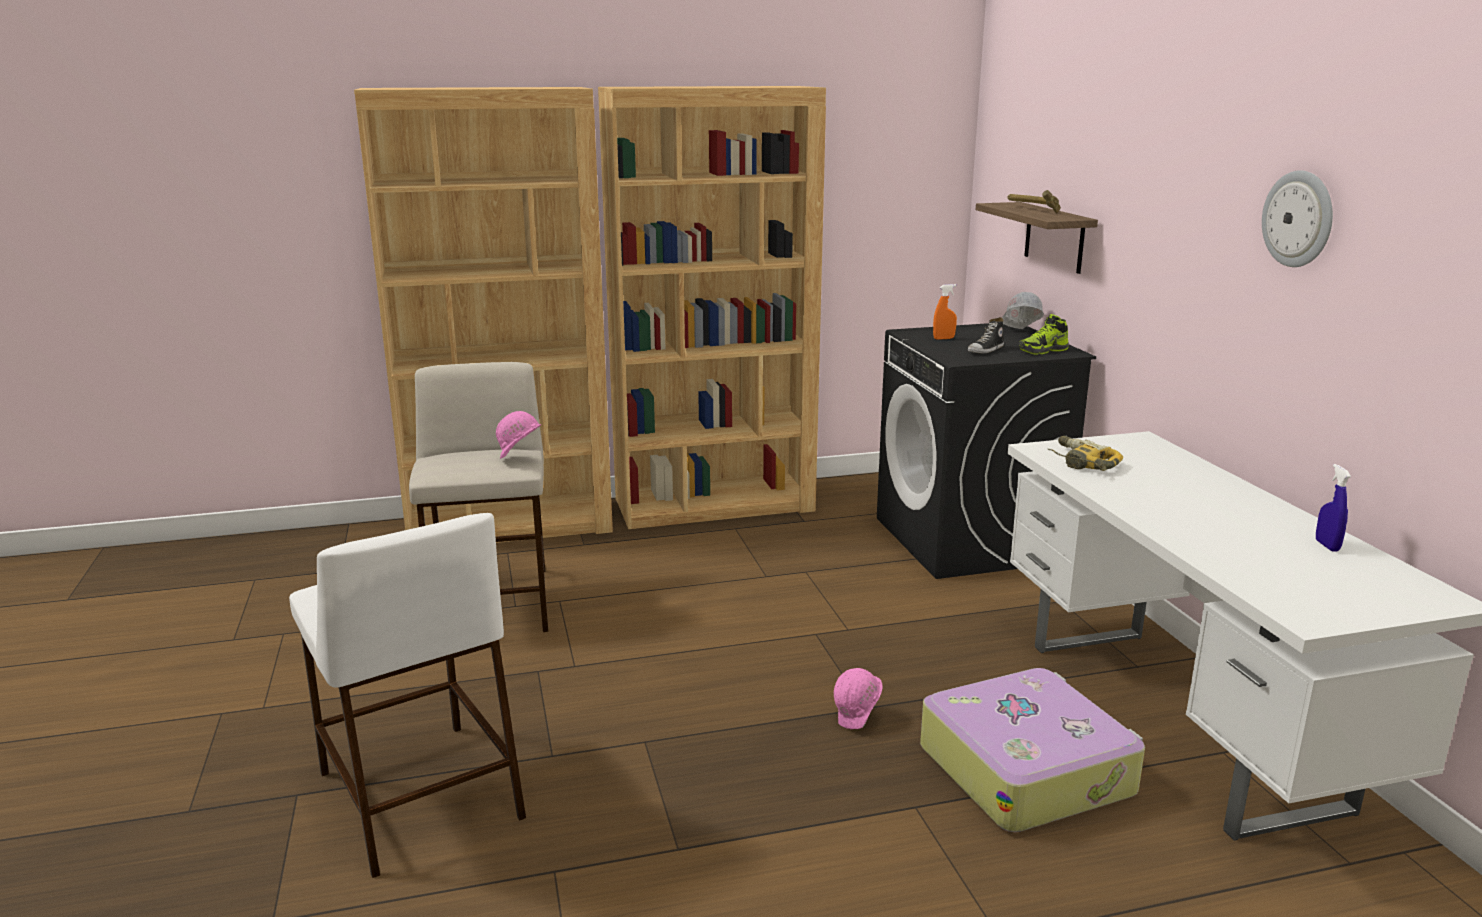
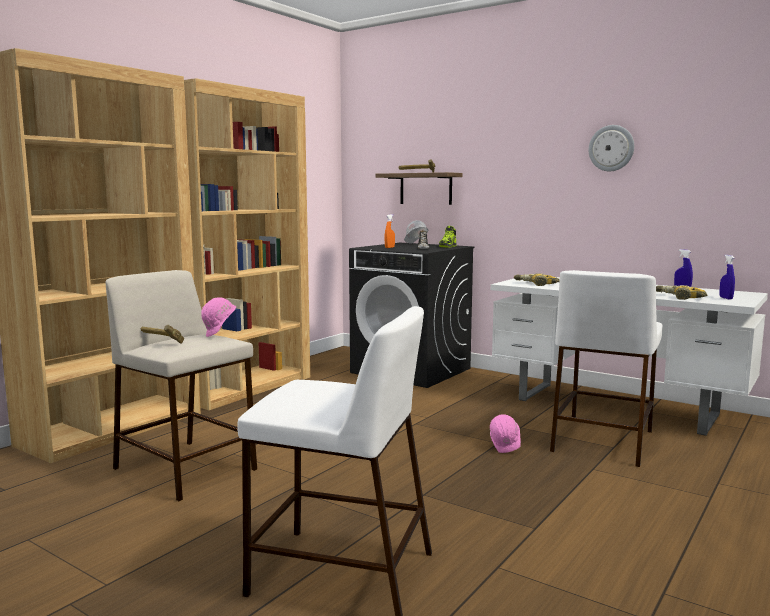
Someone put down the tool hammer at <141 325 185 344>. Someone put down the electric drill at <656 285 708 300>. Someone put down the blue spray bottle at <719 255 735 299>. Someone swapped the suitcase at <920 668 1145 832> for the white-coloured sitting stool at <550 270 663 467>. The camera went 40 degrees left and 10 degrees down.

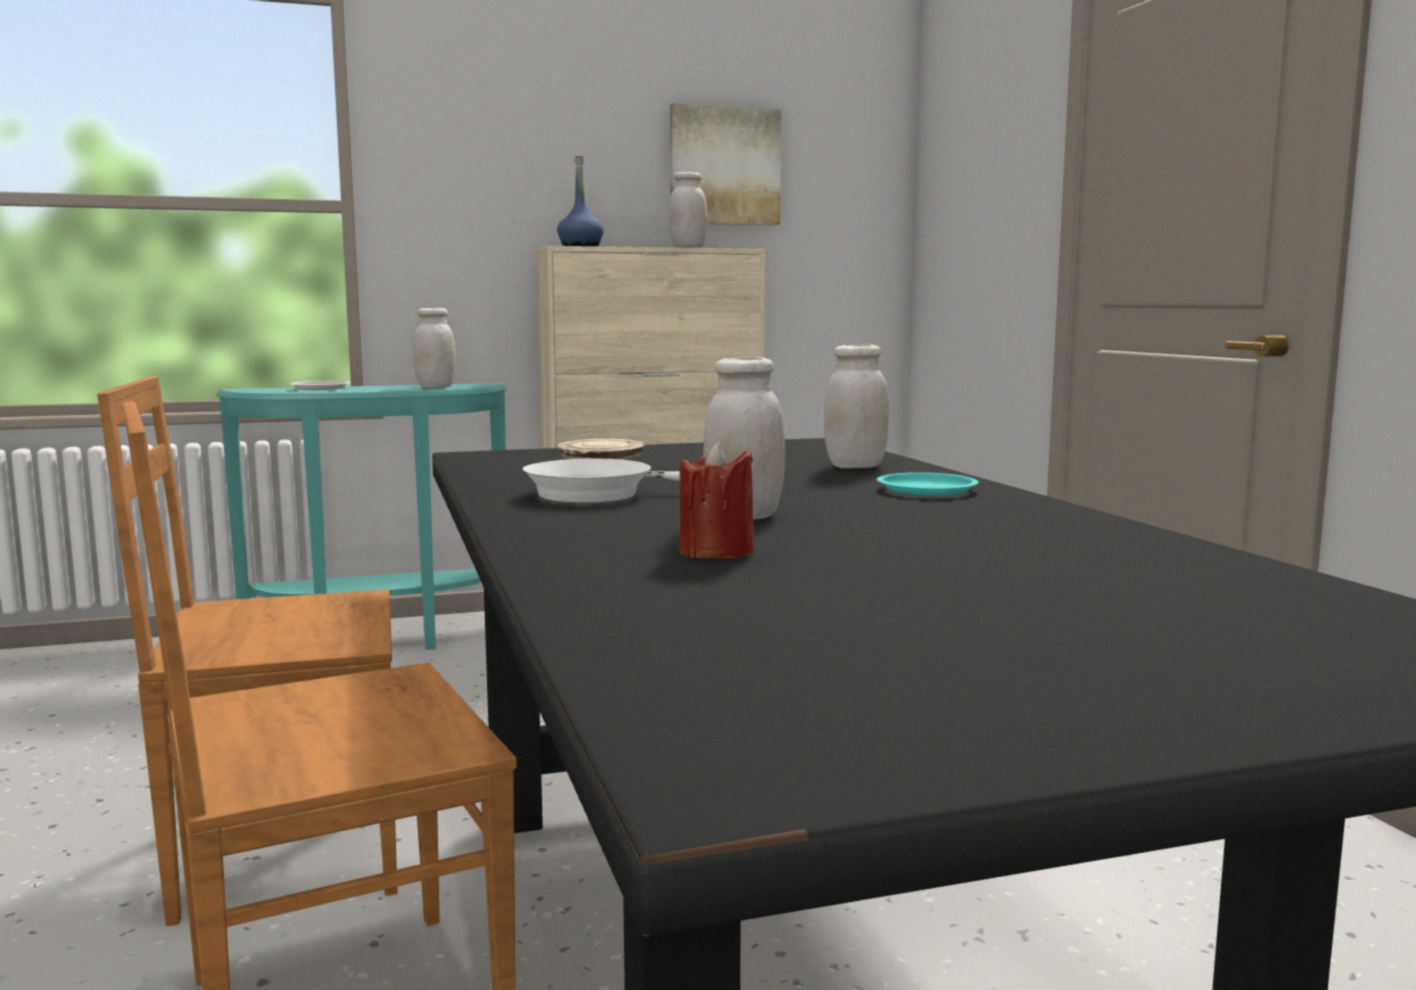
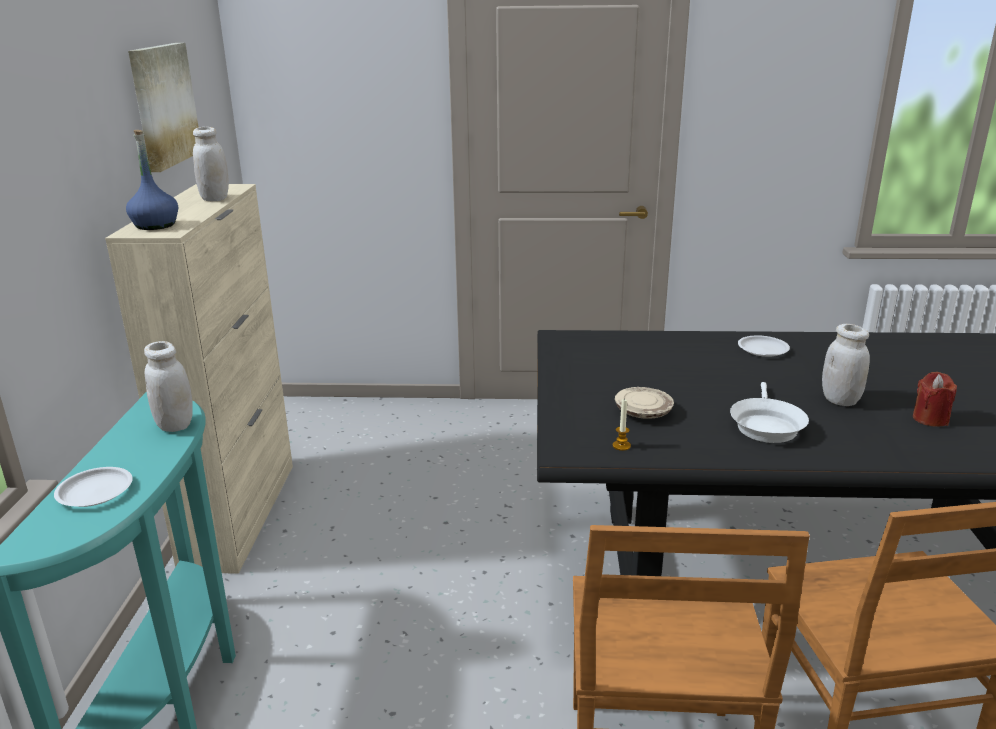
Someone took away the white-coloured storage jar at <824 344 889 468>. Someone put down the wax candle at <613 398 631 451>. Someone repainted the turquoise-coloured flat dish at <877 472 979 496>, which became the white-coloured flat dish at <738 336 790 357>. The camera went 70 degrees left and 15 degrees up.

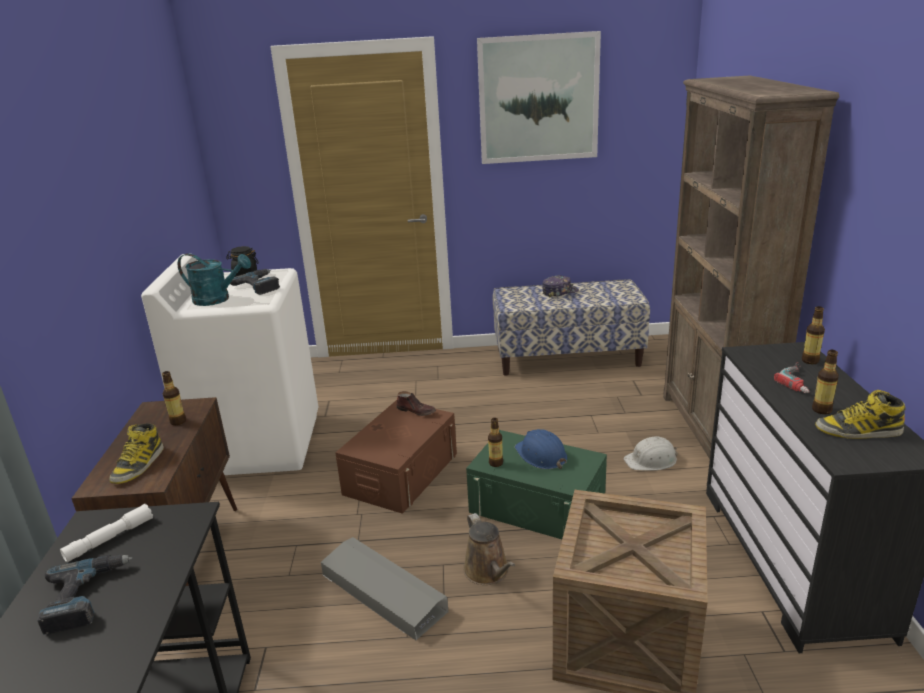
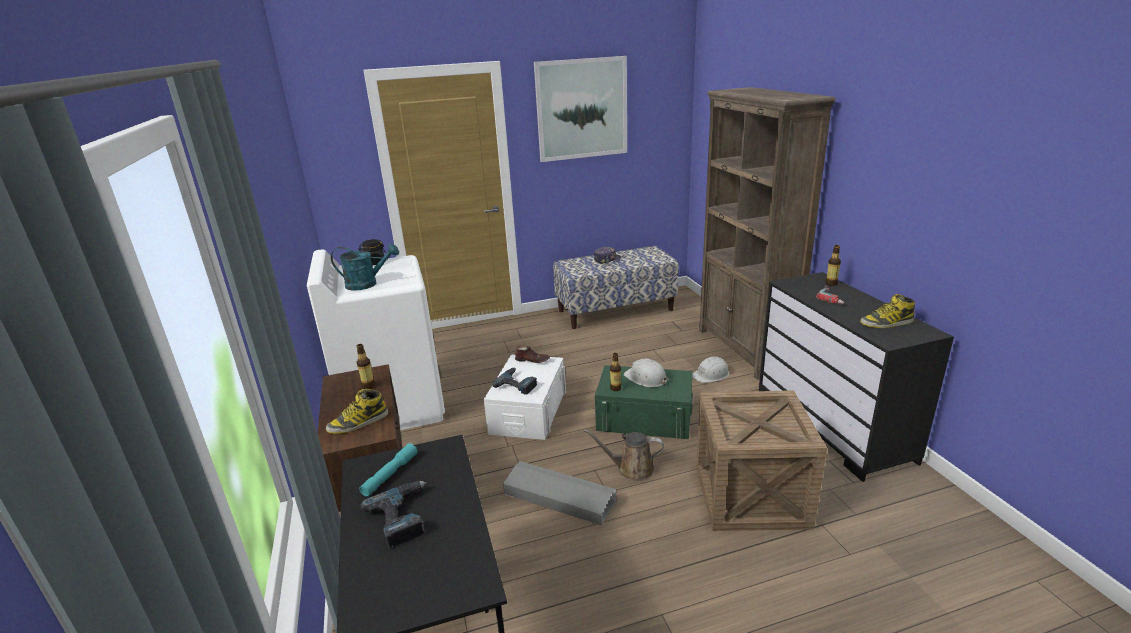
Someone took away the drink bottle at <812 350 839 414>. Someone carried the electric drill from <230 269 280 295> to <492 367 537 395>. Someone repainted the white-coloured flashlight at <60 504 153 562>, which became the turquoise-coloured flashlight at <359 443 418 496>. Someone repainted the brown storage container at <335 400 457 514>, which became the white-coloured storage container at <484 354 566 440>. Someone repainted the blue work helmet at <515 429 567 469>, which became the white-coloured work helmet at <624 359 669 387>. Someone rotated the high-top boot at <109 423 164 484> by 60 degrees clockwise. Someone rotated the brown watering can at <463 513 515 585> by 135 degrees clockwise. The camera went 15 degrees left and 0 degrees up.

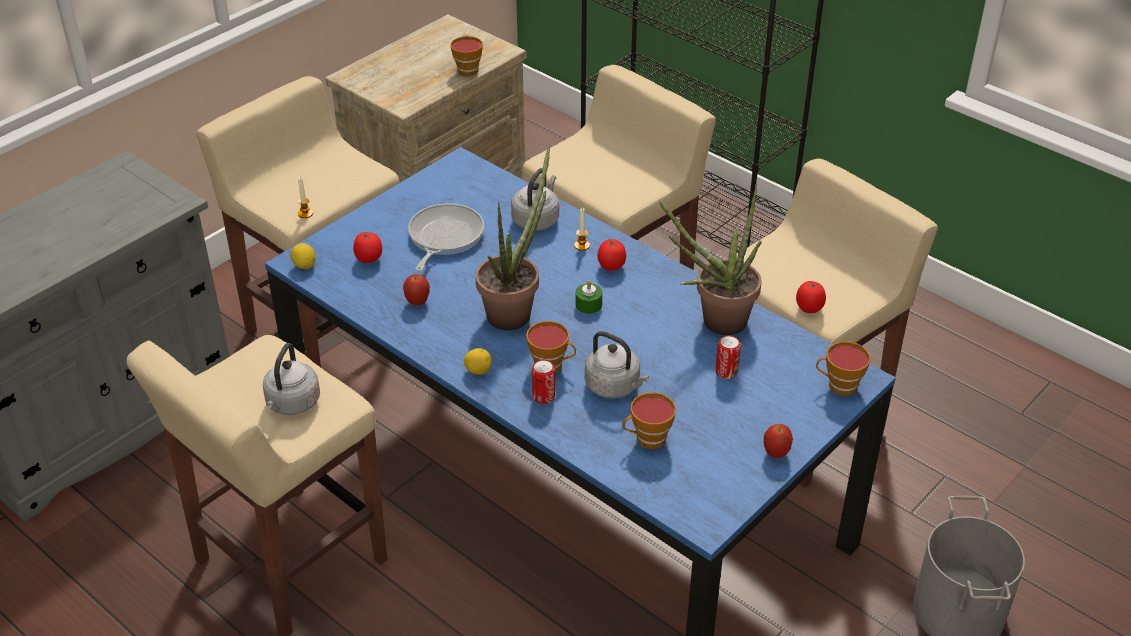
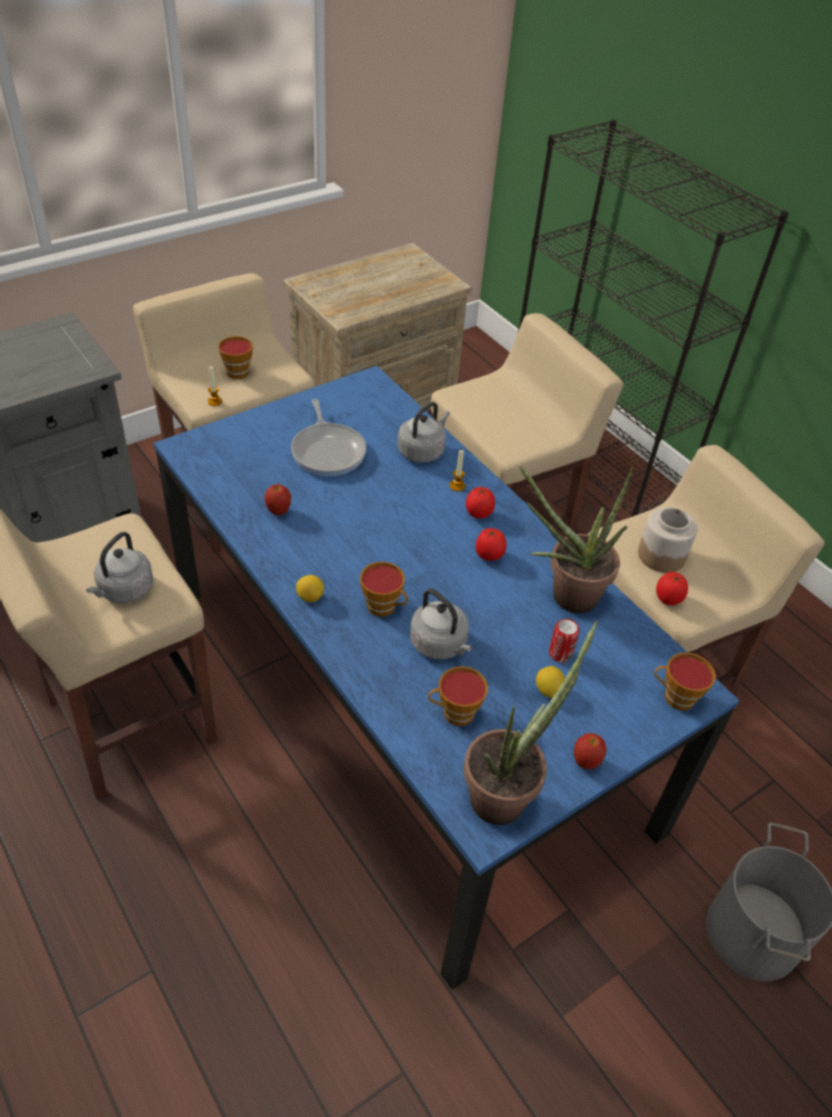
Someone took away the metal can at <532 360 555 404>. Someone took away the green-coloured wax candle at <576 280 602 314>. Someone put down the storage jar at <638 507 697 573>. Someone carried the citrus fruit from <290 243 316 269> to <536 666 565 698>. Someone carried the fresh tomato from <353 232 382 263> to <476 528 506 561>. Someone carried the small cup from <451 36 483 76> to <218 336 253 379>. Someone carried the potted plant from <475 145 550 330> to <464 620 598 825>. Someone rotated the skillet at <408 203 484 271> by 135 degrees clockwise. The camera went 10 degrees right and 5 degrees up.

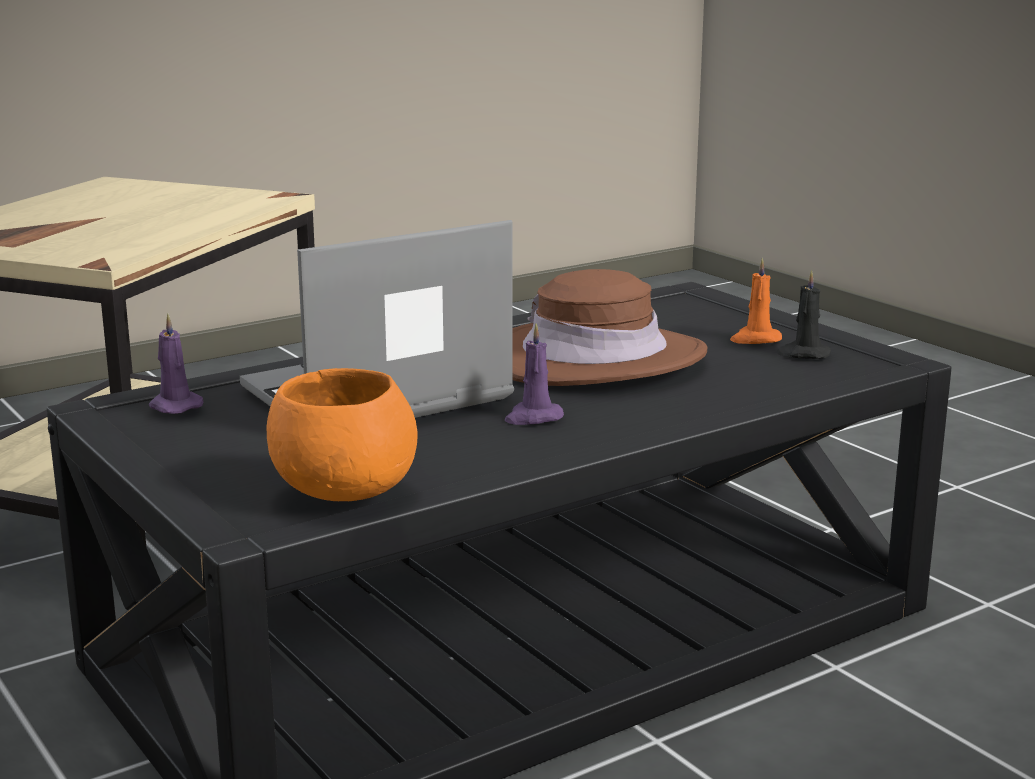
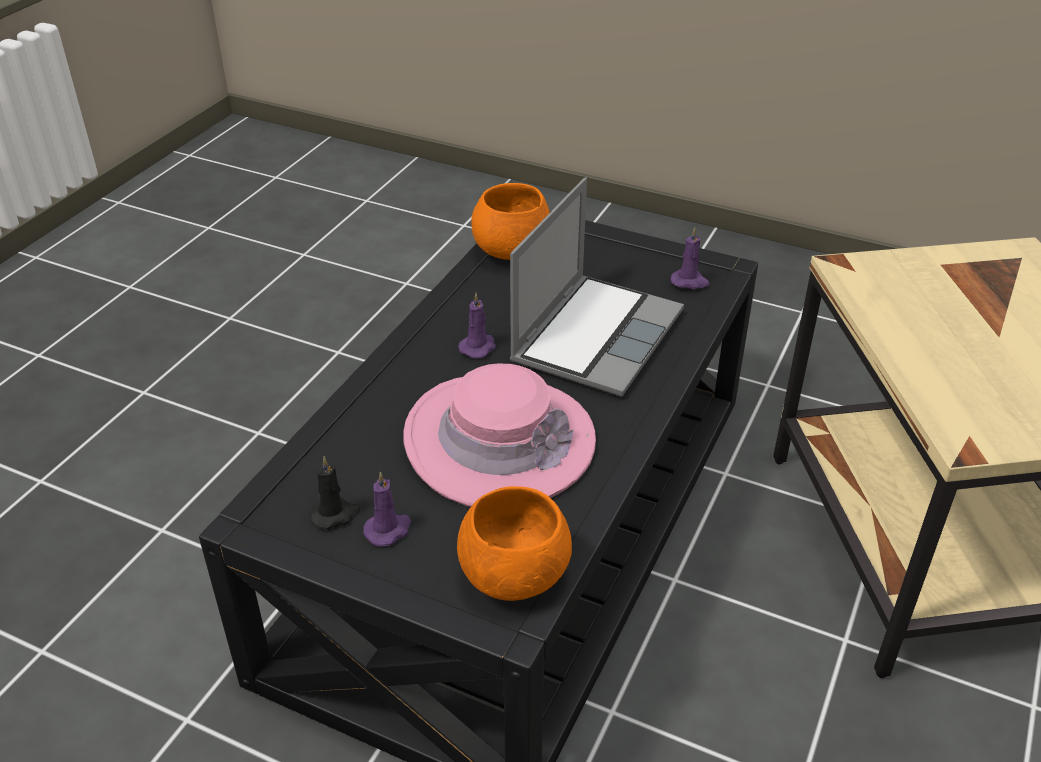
Someone put down the orange-coloured deep dish at <457 486 572 601>. Someone repainted the brown clothing hat at <513 269 707 386>, which became the pinkish clothing hat at <403 363 596 507>. Someone repainted the orange-coloured wax candle at <730 258 782 344>, which became the purple-coloured wax candle at <363 472 411 547>. The camera went 150 degrees right and 20 degrees up.

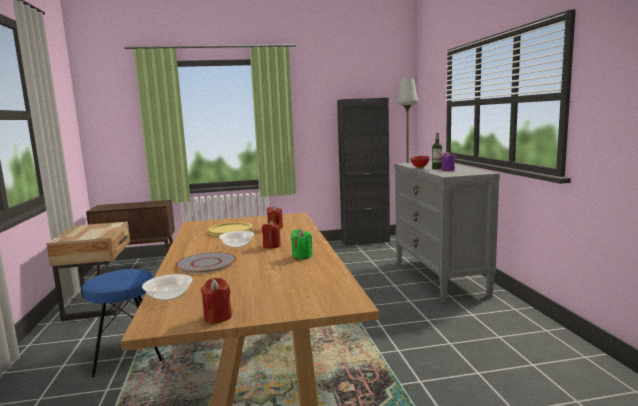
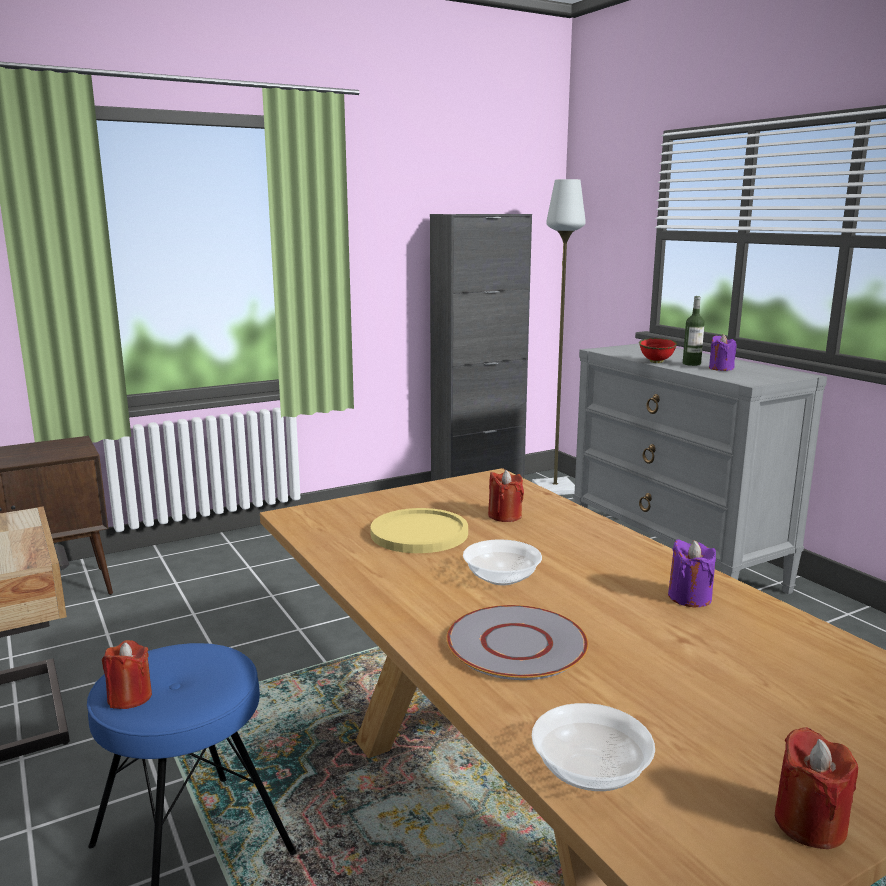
Someone carried the red wax candle from <262 221 281 249> to <102 640 152 709>. Someone repainted the green-coloured wax candle at <291 229 313 260>, which became the purple-coloured wax candle at <668 539 716 607>. The camera went 20 degrees left and 5 degrees up.

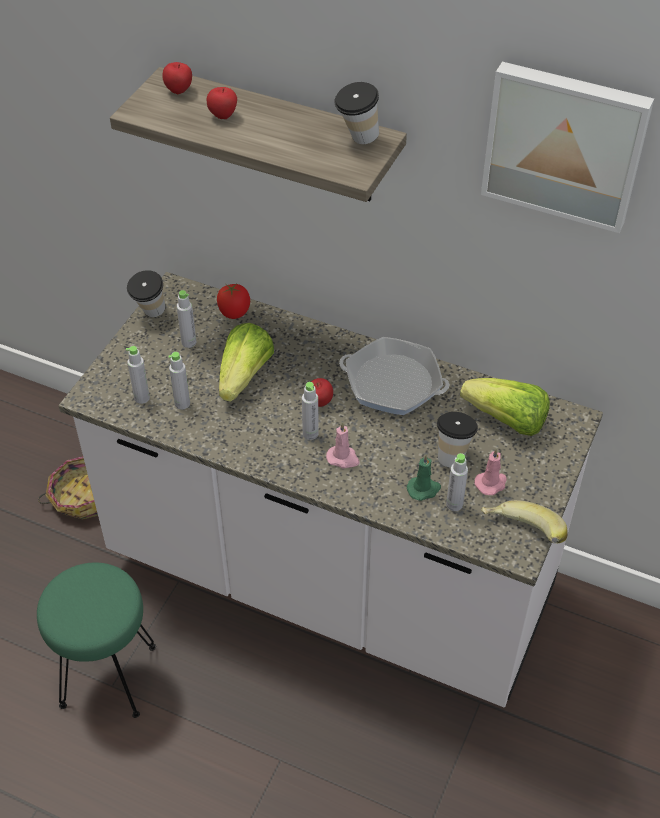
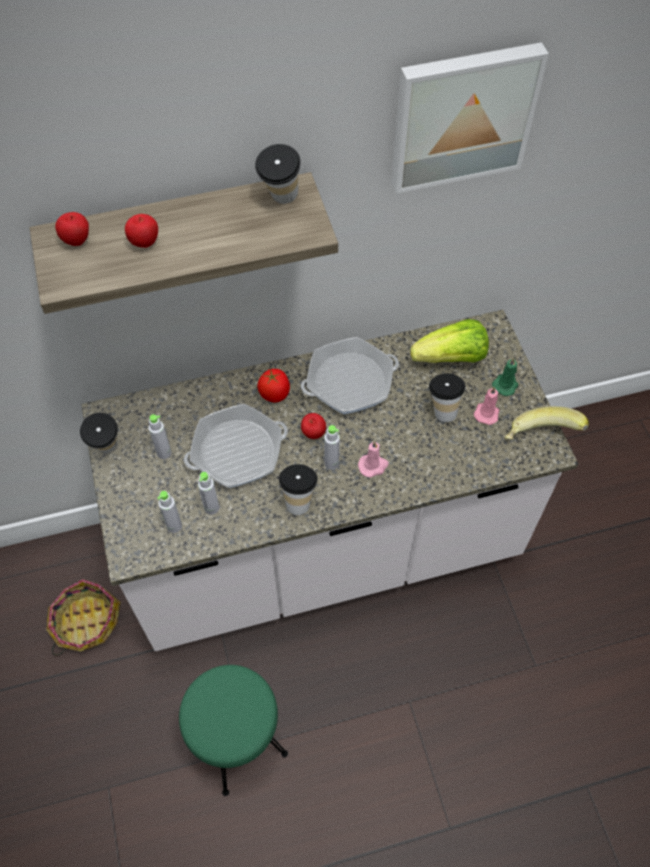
Someone took away the greyish drink bottle at <446 453 468 511>. Someone put down the small cup at <279 464 317 515>. Someone carried the fresh tomato from <217 284 250 319> to <257 368 290 402>. Someone carried the green-coloured wax candle from <407 454 441 501> to <492 358 518 396>. Someone swapped the lettuce at <219 323 274 402> for the skillet at <184 404 288 488>. The camera went 40 degrees left and 10 degrees up.

